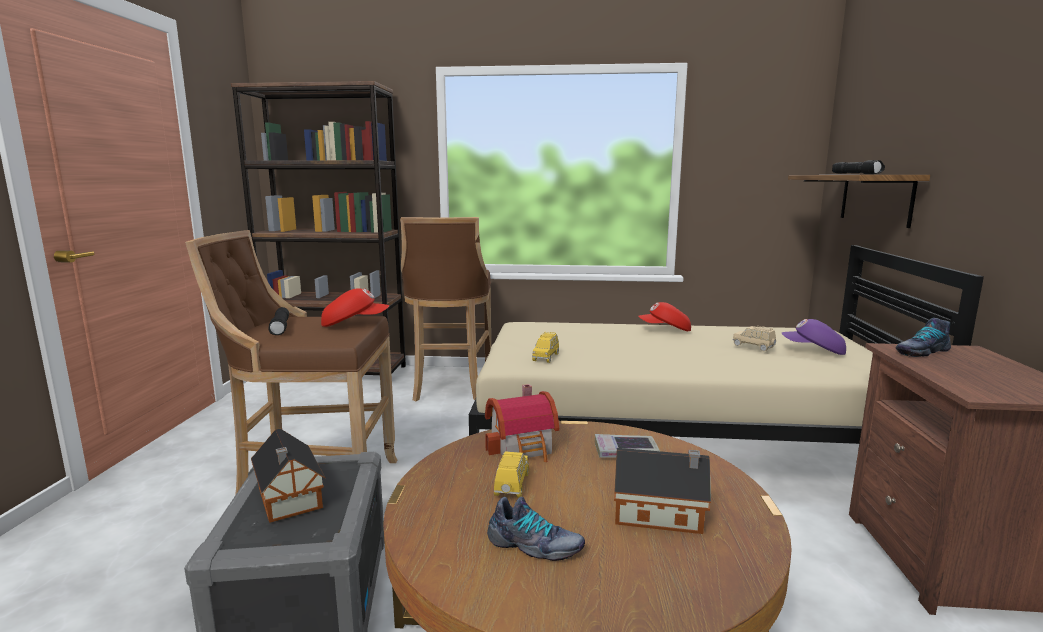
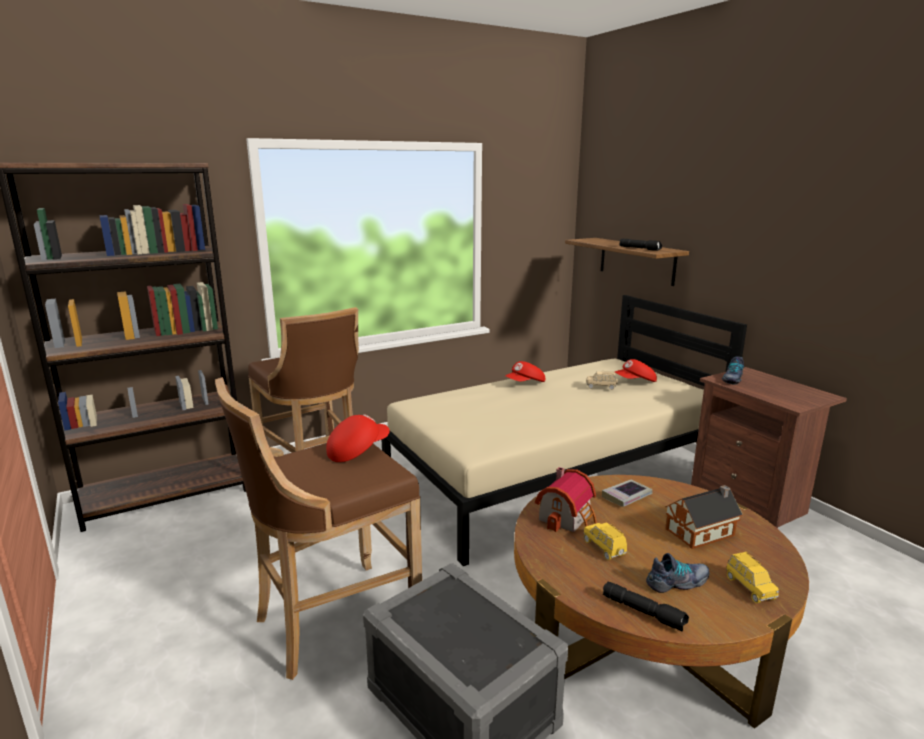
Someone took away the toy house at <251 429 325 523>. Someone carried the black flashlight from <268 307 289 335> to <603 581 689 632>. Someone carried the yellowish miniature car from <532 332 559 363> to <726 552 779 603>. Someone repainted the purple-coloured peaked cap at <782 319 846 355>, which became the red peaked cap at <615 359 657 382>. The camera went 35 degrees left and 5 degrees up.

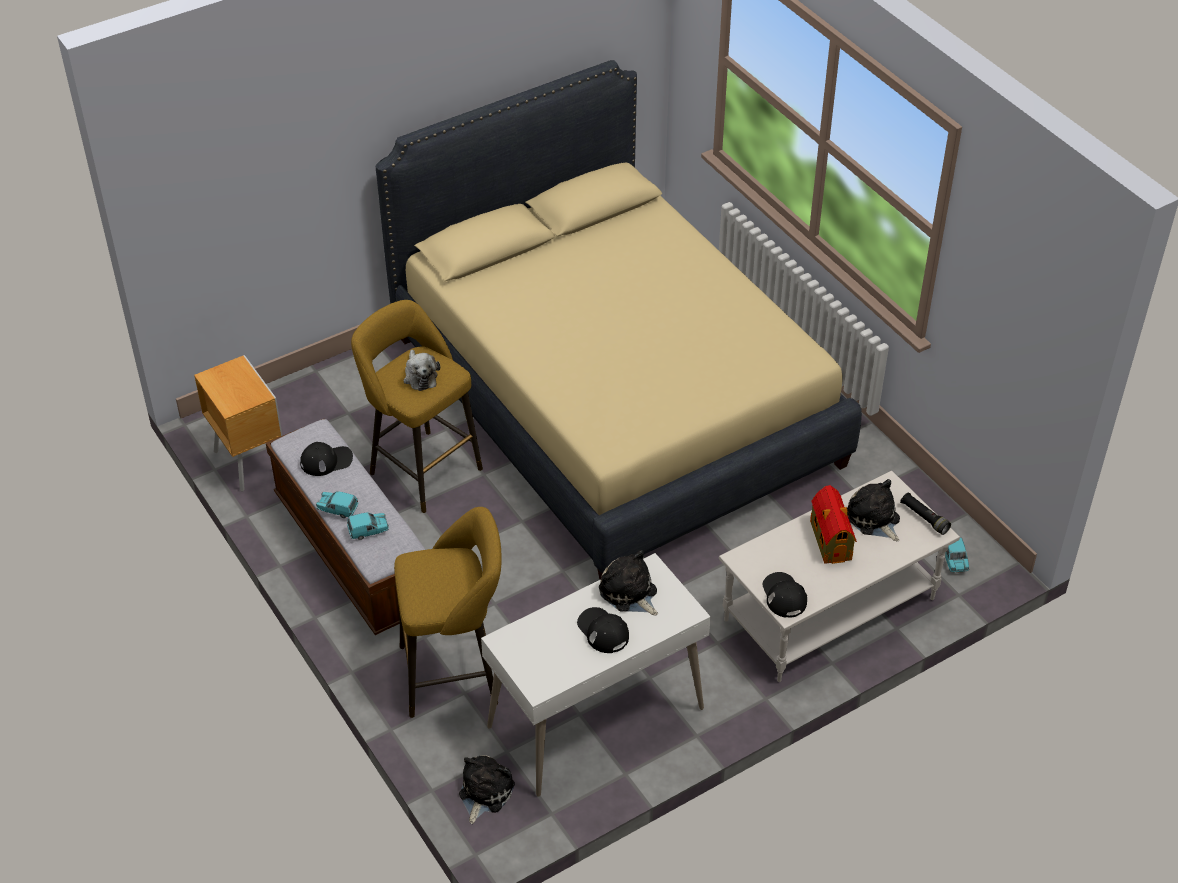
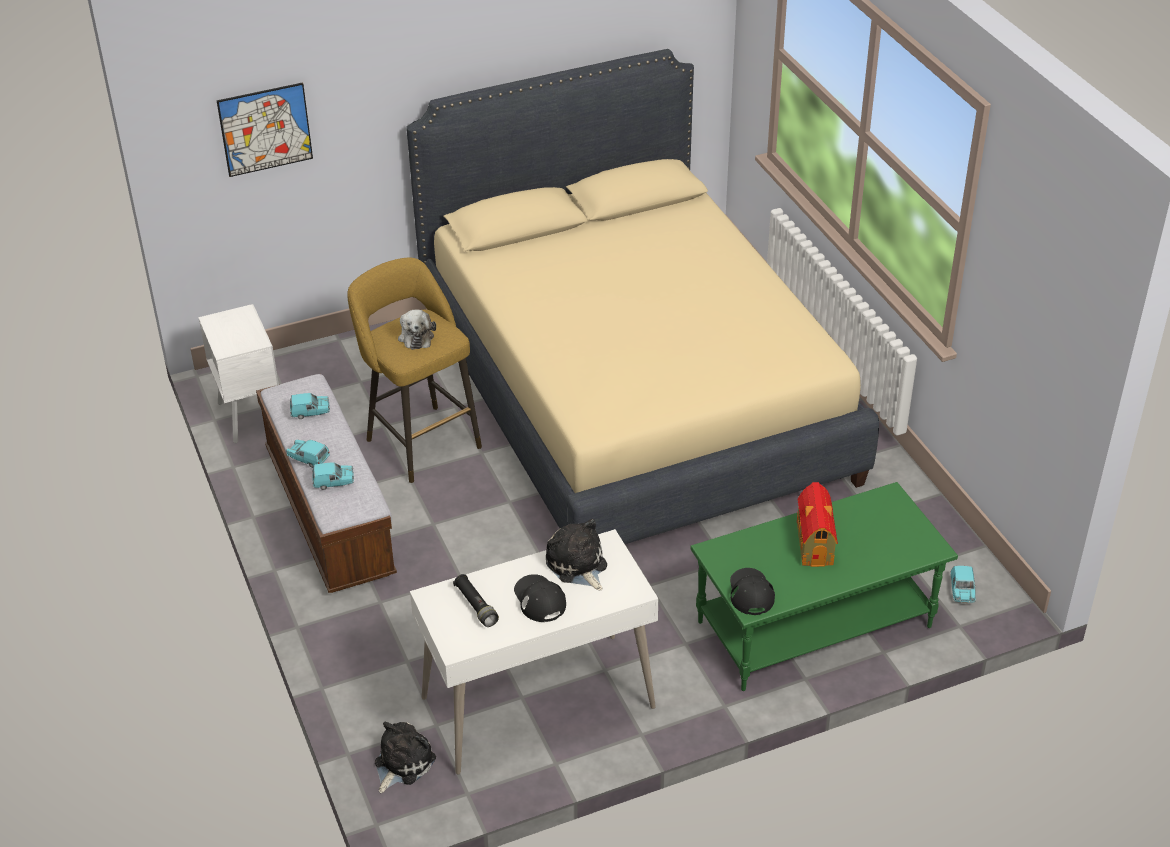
Someone took away the yellowish sitting stool at <394 507 502 718>. Someone took away the plush toy at <847 479 900 541>. Someone put up the wall art at <217 82 313 177>. Someone carried the black flashlight from <900 492 951 535> to <453 574 499 627>. Someone swapped the black peaked cap at <300 442 353 476> for the turquoise-coloured miniature car at <290 393 330 419>. Someone repainted the brown night table at <194 355 283 492>, which became the white-coloured night table at <198 304 279 443>. Someone repainted the white-coloured low table at <719 471 960 682>, which became the green-coloured low table at <690 482 958 691>. The camera went 10 degrees right and 5 degrees down.

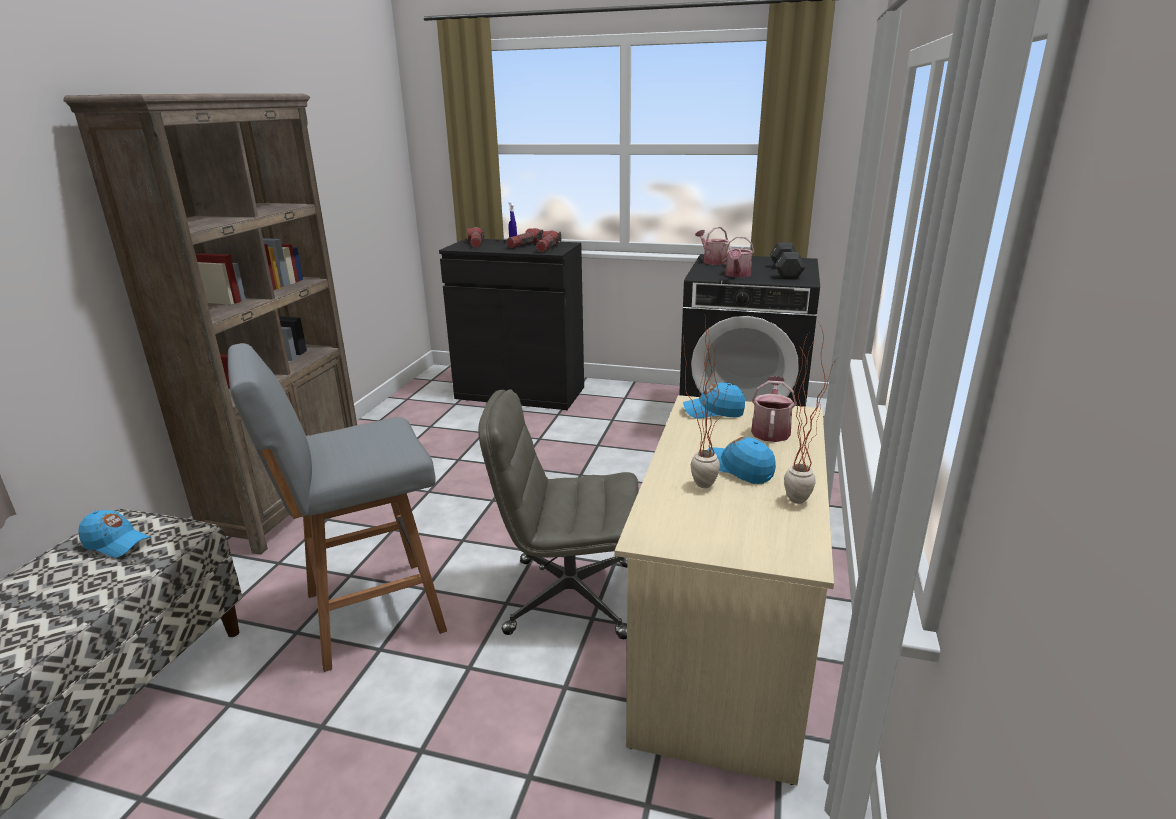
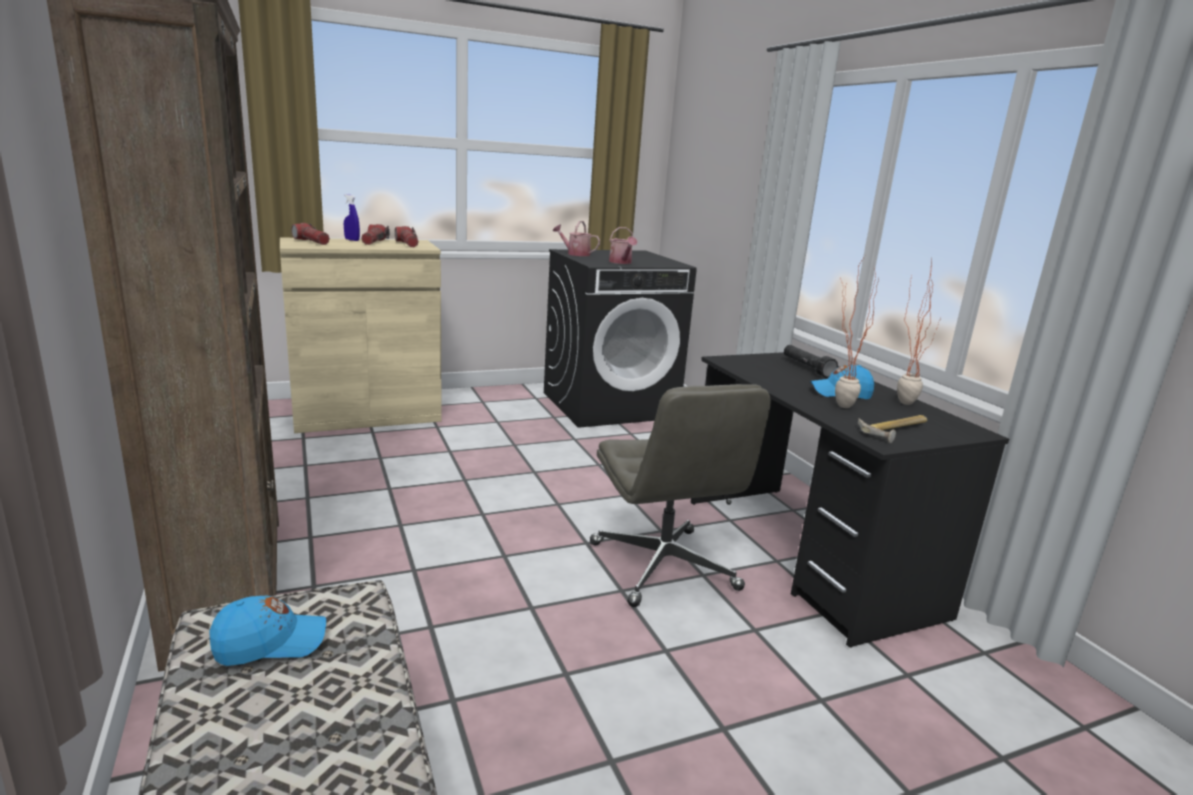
Someone took away the greyish sitting stool at <228 343 447 672>. Someone took away the blue peaked cap at <683 382 745 419>. Someone took away the black hand weight at <770 243 805 279>. Someone put down the tool hammer at <858 415 927 443>. Someone swapped the watering can at <751 376 796 442> for the black flashlight at <784 345 838 378>. Someone repainted the black storage cabinet at <439 238 584 410>, which became the beige-coloured storage cabinet at <280 237 442 433>. Someone repainted the beige-coloured desk at <615 395 834 785>, which became the black desk at <691 352 1009 648>. Someone rotated the greyish desk chair at <478 390 639 639> by 75 degrees counterclockwise. The camera went 40 degrees left and 5 degrees down.

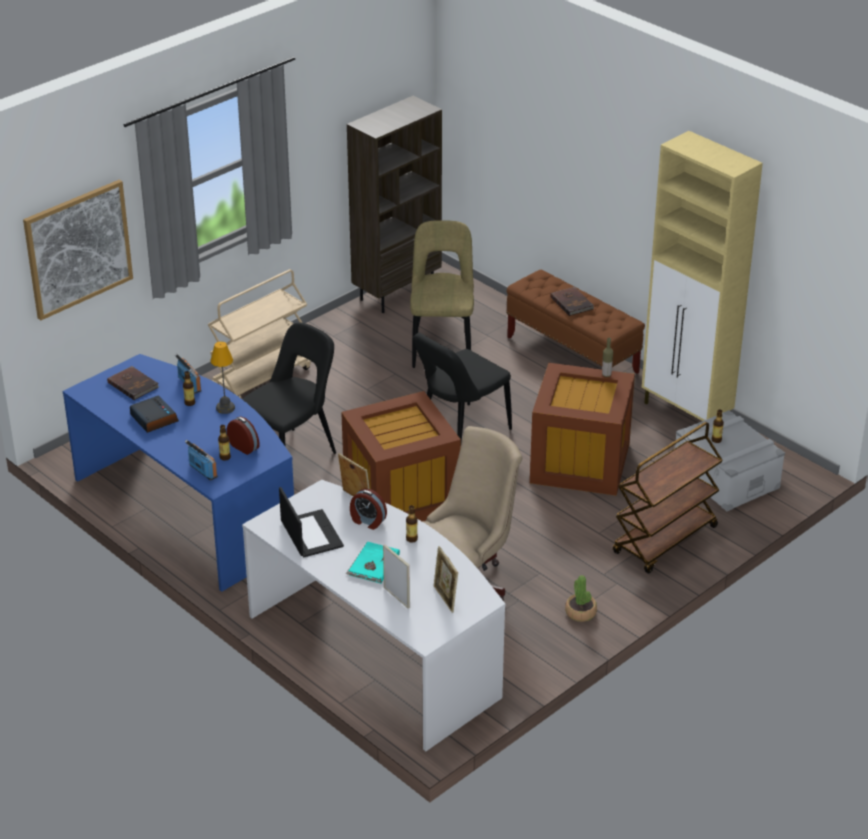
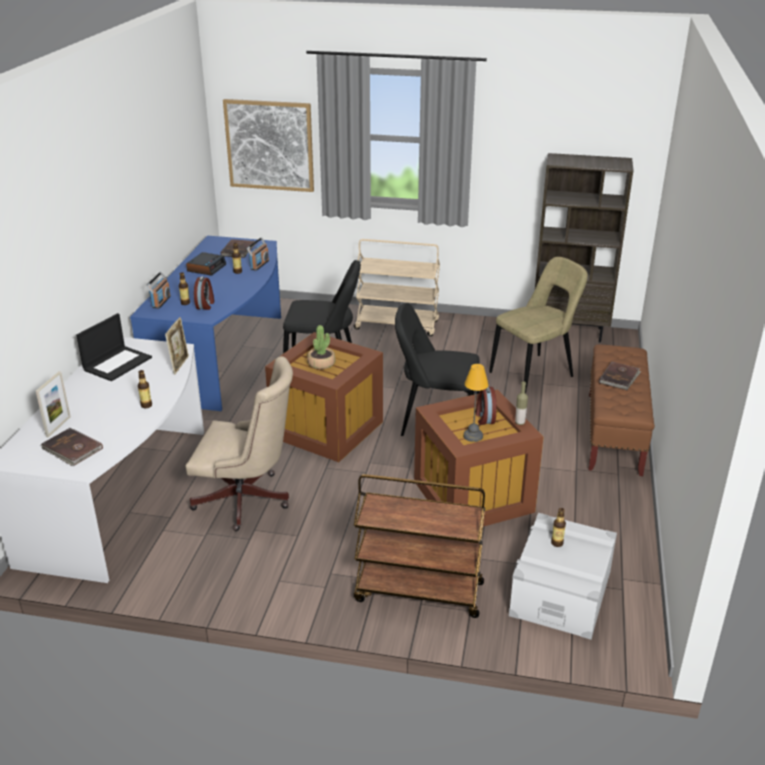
Someone took away the turquoise-coloured volume at <346 542 400 584>. Someone took away the beige-coloured storage cabinet at <642 131 763 421>. Someone carried the table lamp from <210 341 235 414> to <463 364 489 442>. Someone carried the bedside clock from <350 488 387 530> to <475 386 497 425>. Someone carried the potted plant from <565 575 597 622> to <307 325 336 369>. Someone swapped the standing frame at <433 546 458 613> for the brown volume at <41 428 103 466>. The camera went 55 degrees right and 5 degrees down.

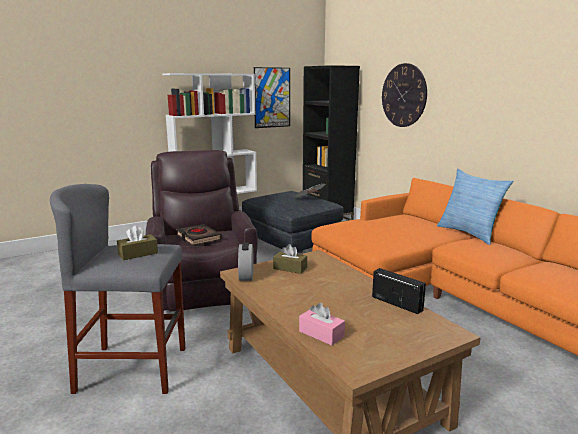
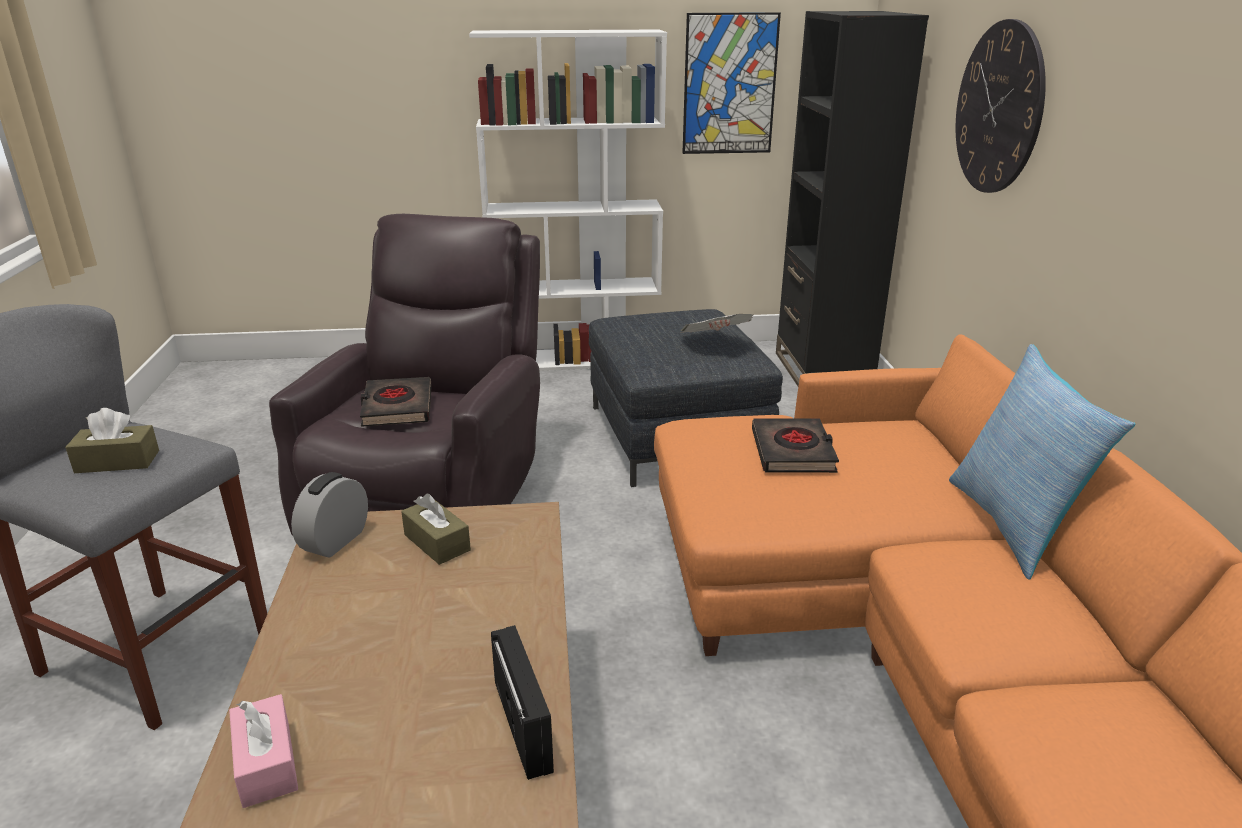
Someone put down the black volume at <752 418 839 473>. The camera went 25 degrees right and 10 degrees up.

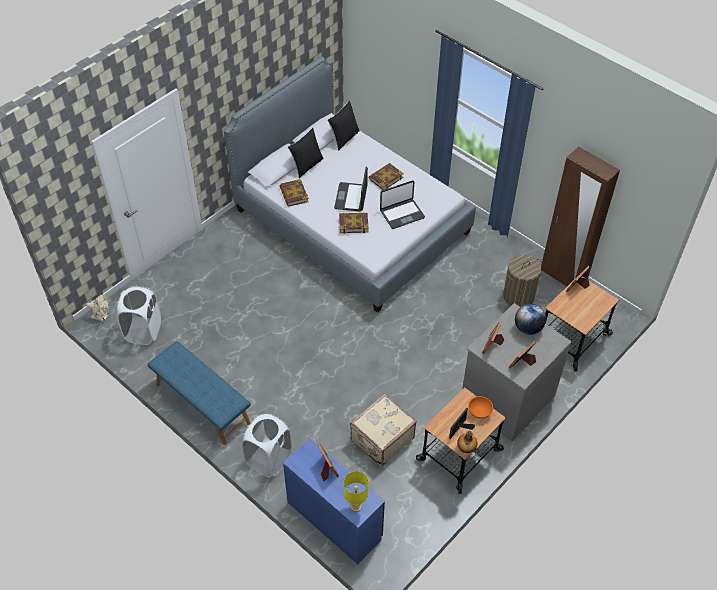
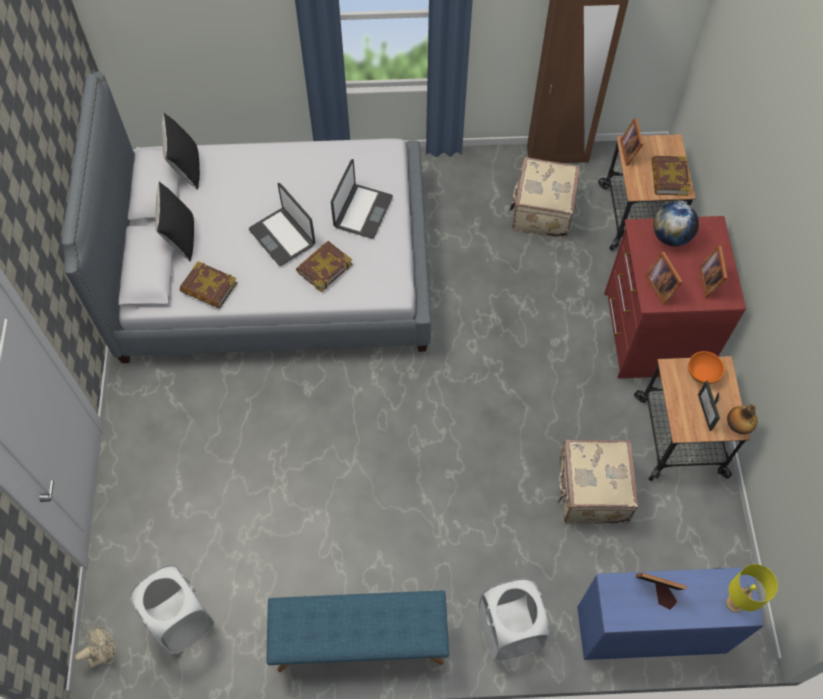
Someone carried the volume from <369 163 404 190> to <652 156 690 196>. Someone swapped the hamper at <503 255 542 307> for the beige-coloured suitcase at <509 157 580 238>. Someone repainted the greyish chest of drawers at <462 303 572 441>, which became the red chest of drawers at <604 216 746 378>. The camera went 45 degrees left and 10 degrees up.

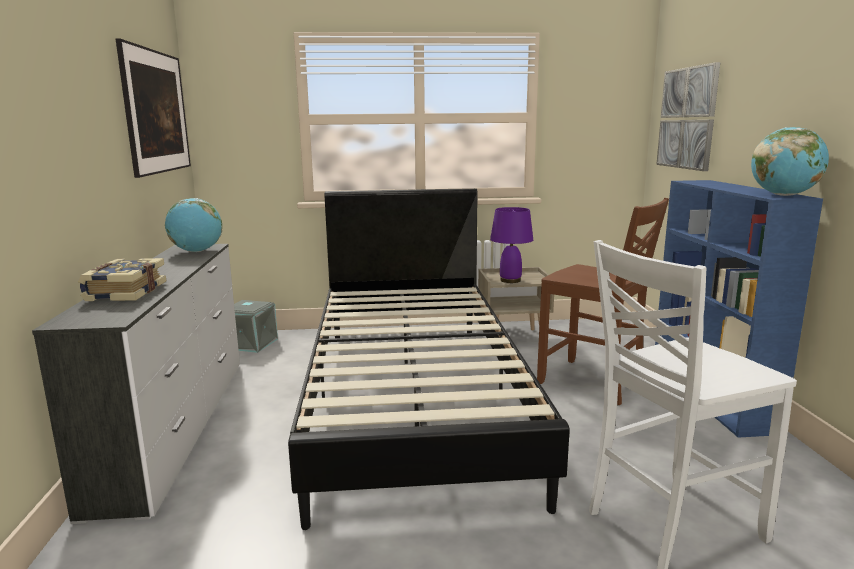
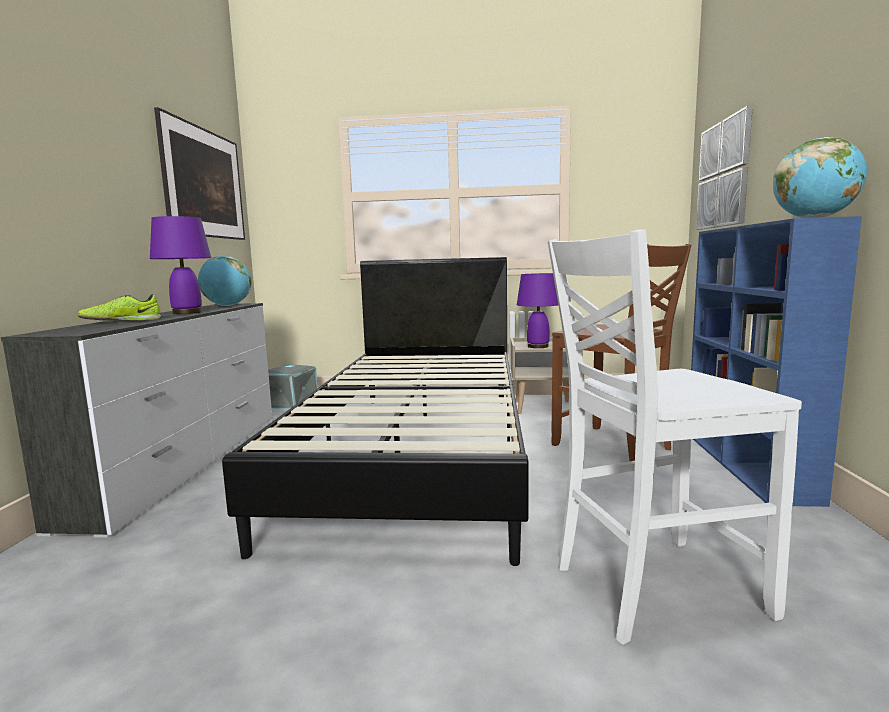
Someone put down the purple-coloured table lamp at <150 216 211 314>. Someone swapped the volume at <78 258 166 301> for the shoe at <77 294 161 321>. The camera went 10 degrees right and 5 degrees down.

